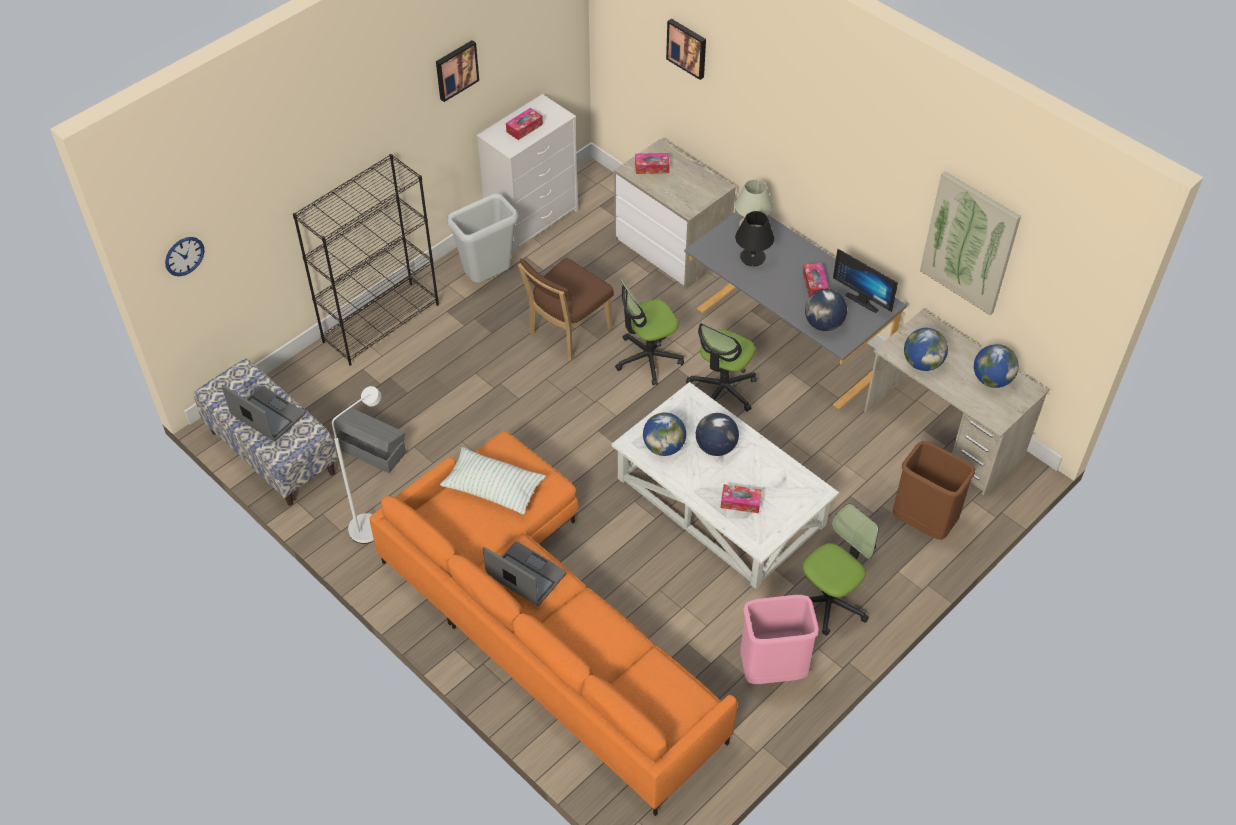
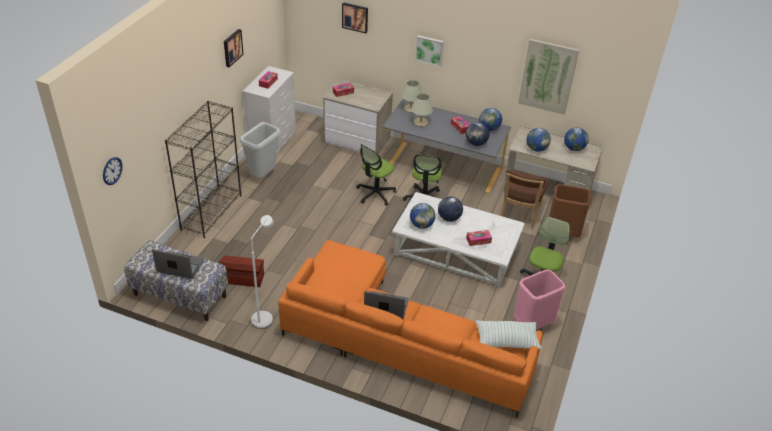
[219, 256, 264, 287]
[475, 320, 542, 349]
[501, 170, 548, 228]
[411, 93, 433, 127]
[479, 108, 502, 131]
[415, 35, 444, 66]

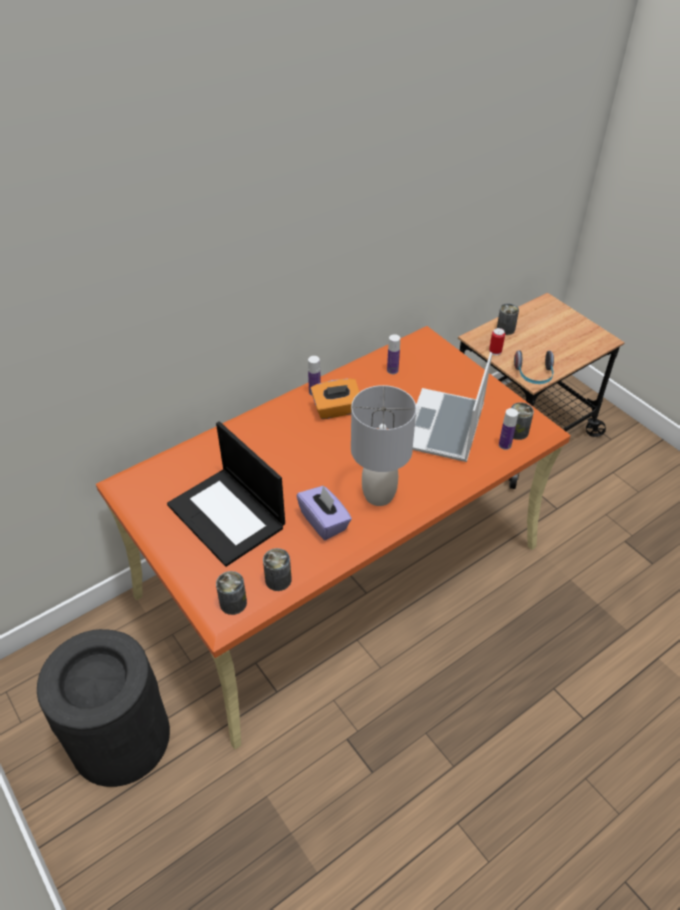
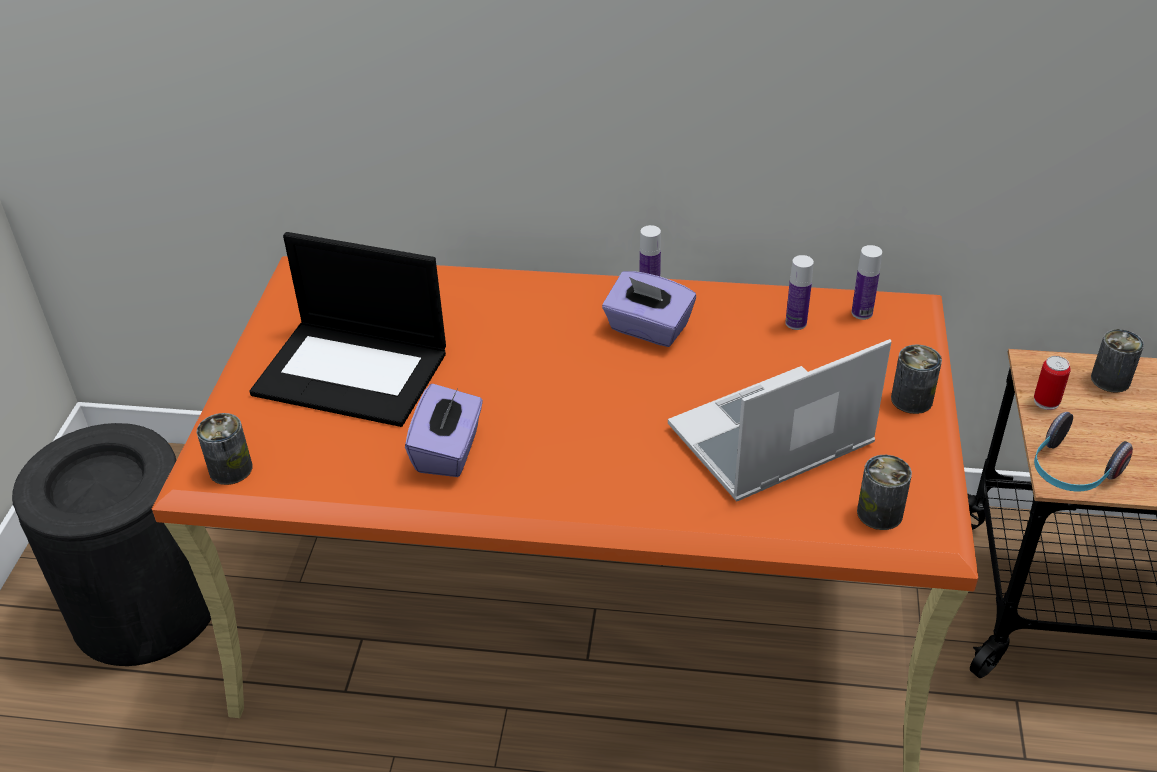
[249, 232, 446, 427]
[891, 345, 942, 414]
[602, 271, 696, 347]
[351, 385, 416, 506] (first image)
[851, 245, 882, 320]

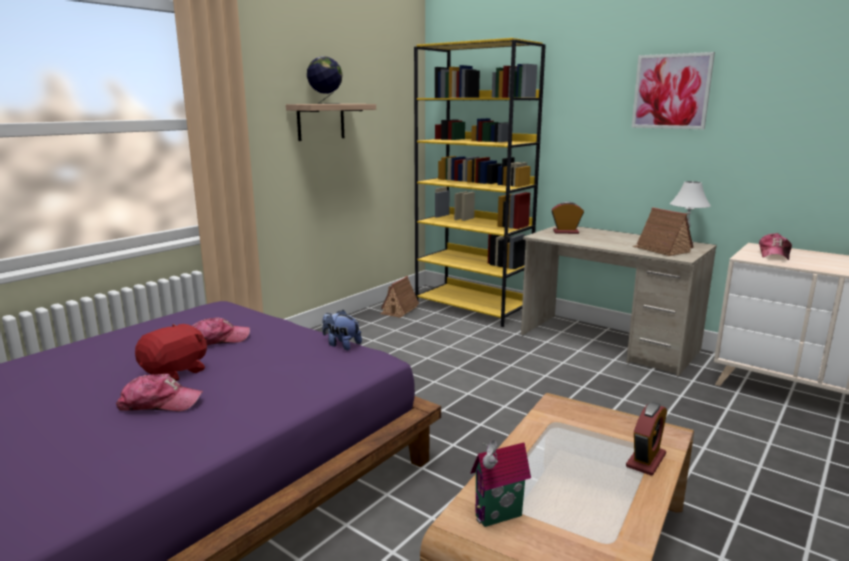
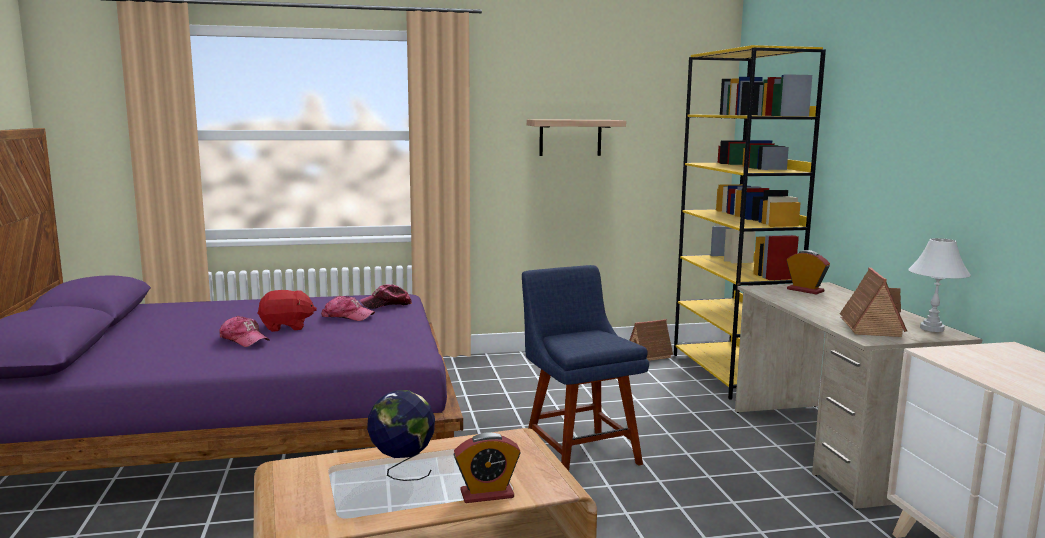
[367, 390, 435, 481]
[322, 310, 362, 350] (first image)
[470, 440, 531, 527] (first image)
[631, 52, 715, 130] (first image)
[359, 284, 412, 309]
[522, 265, 649, 471]

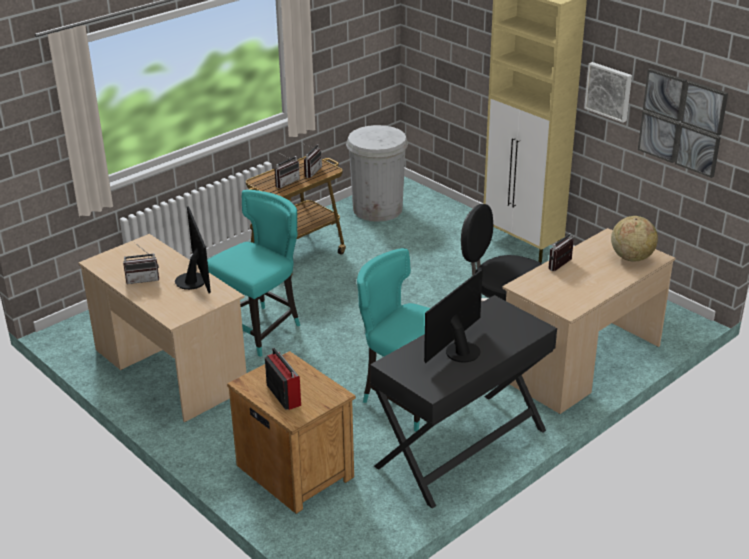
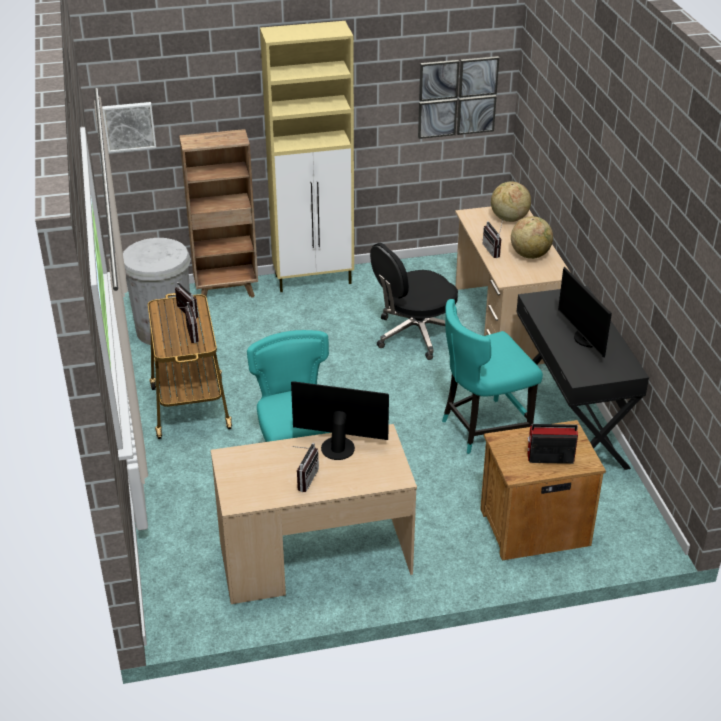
[102, 102, 156, 153]
[179, 129, 258, 298]
[511, 216, 553, 259]

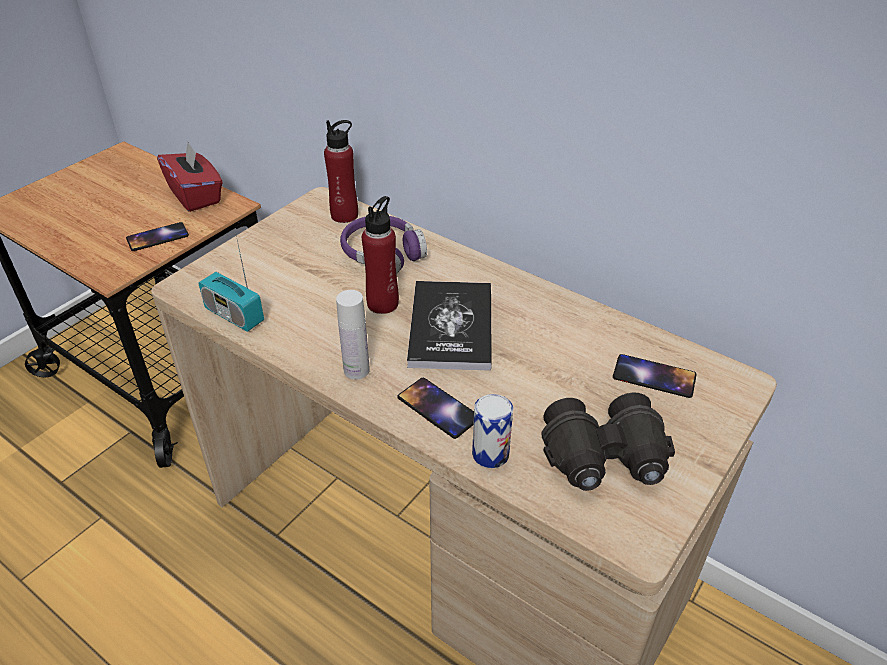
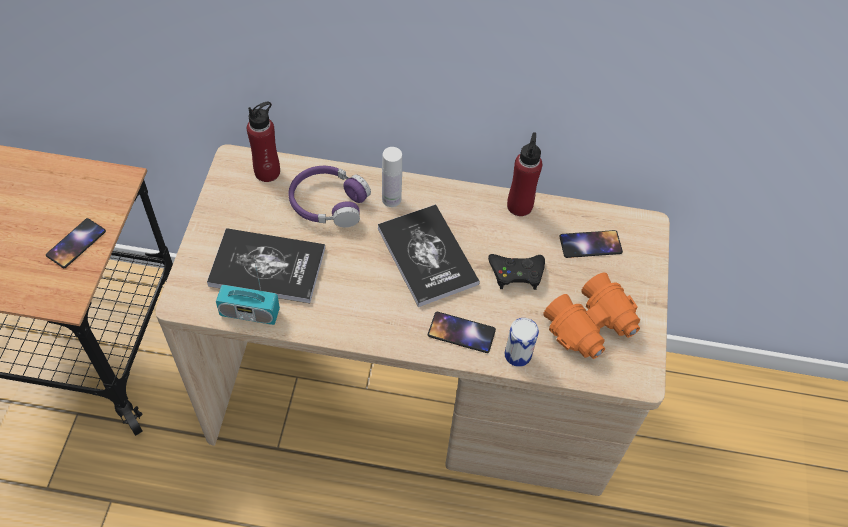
[157, 142, 223, 212] (first image)
[382, 147, 402, 207]
[507, 132, 543, 216]
[543, 273, 640, 359]
[207, 228, 325, 303]
[488, 254, 545, 290]

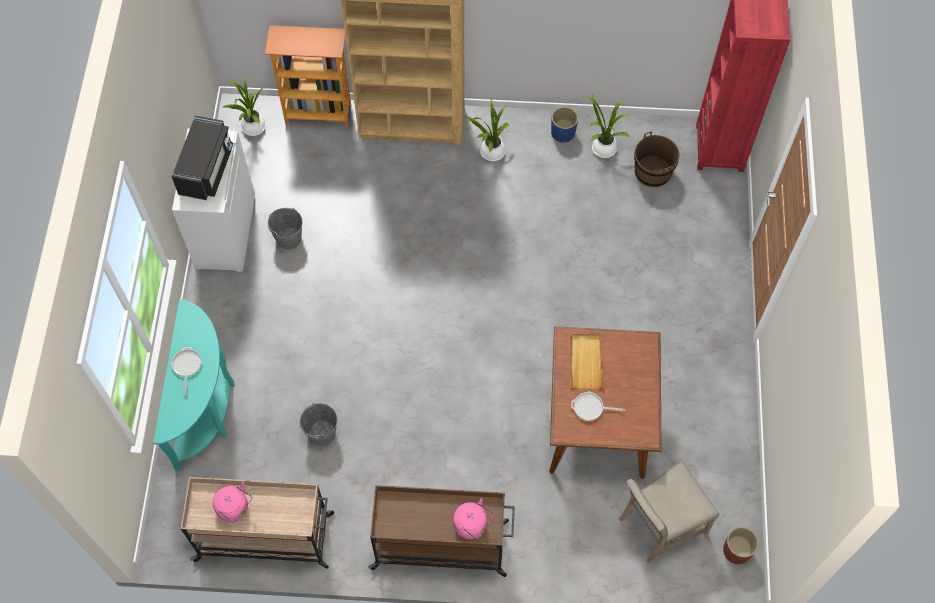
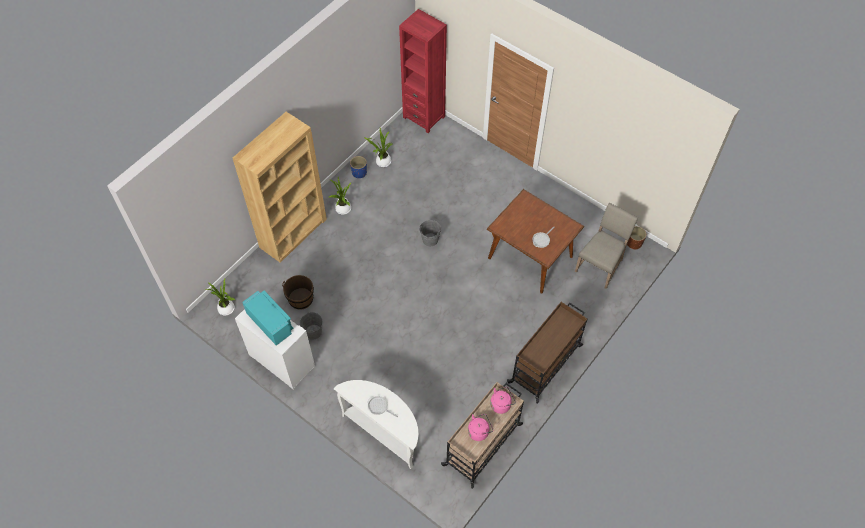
[334, 380, 419, 469]
[242, 291, 294, 346]
[265, 25, 351, 128] (first image)
[420, 220, 441, 246]
[490, 387, 516, 414]
[570, 334, 604, 389] (first image)
[575, 203, 638, 289]
[282, 275, 314, 310]

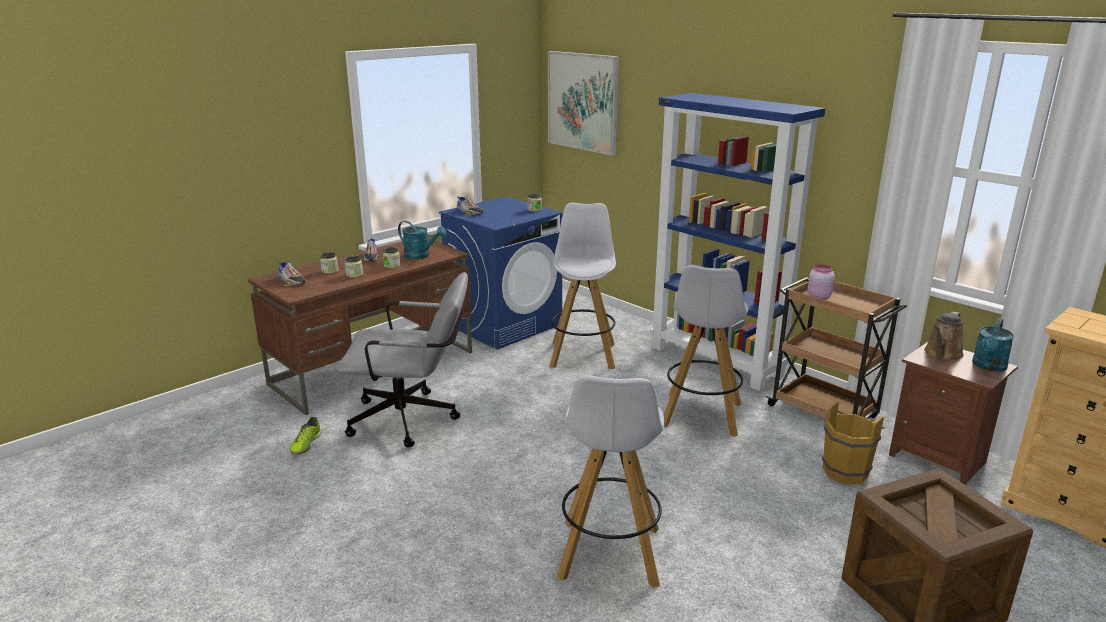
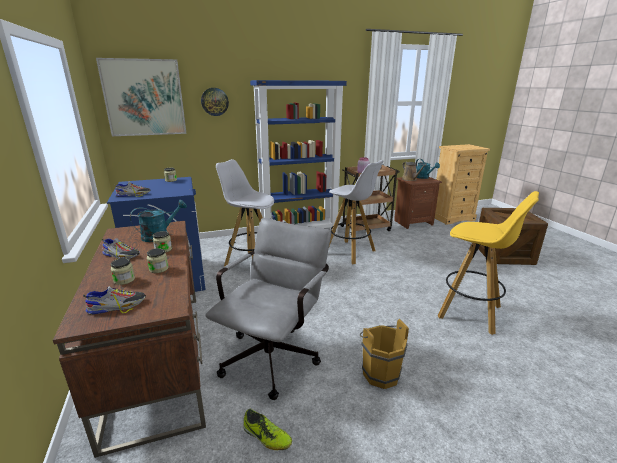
[438, 191, 539, 335]
[360, 319, 409, 389]
[201, 88, 229, 116]

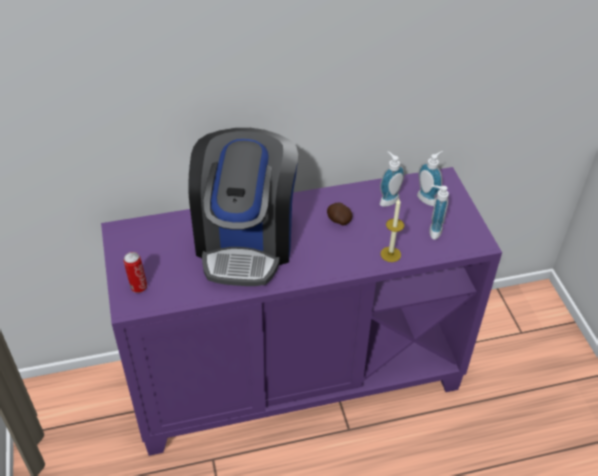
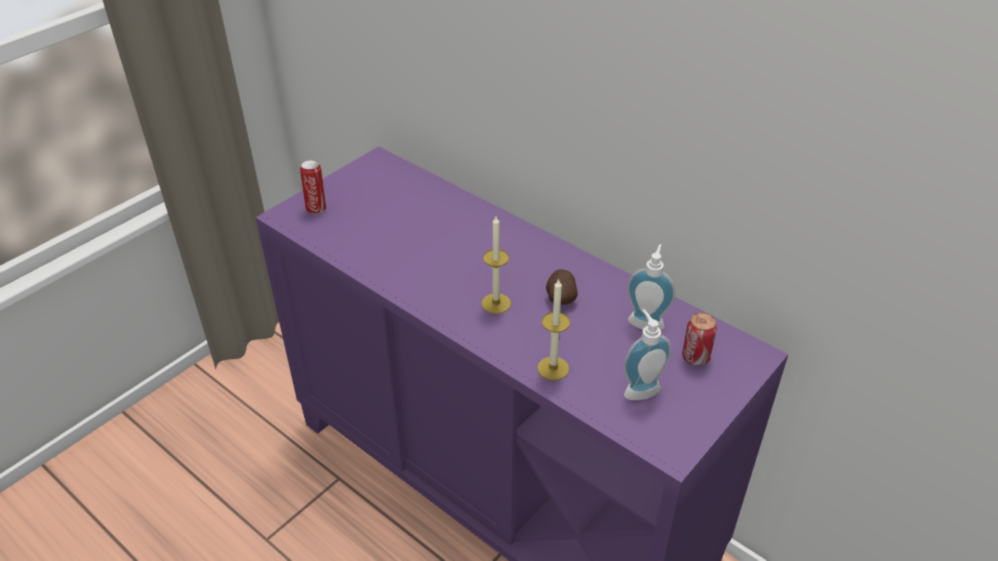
[188, 128, 298, 286] (first image)
[682, 312, 717, 366]
[481, 216, 511, 314]

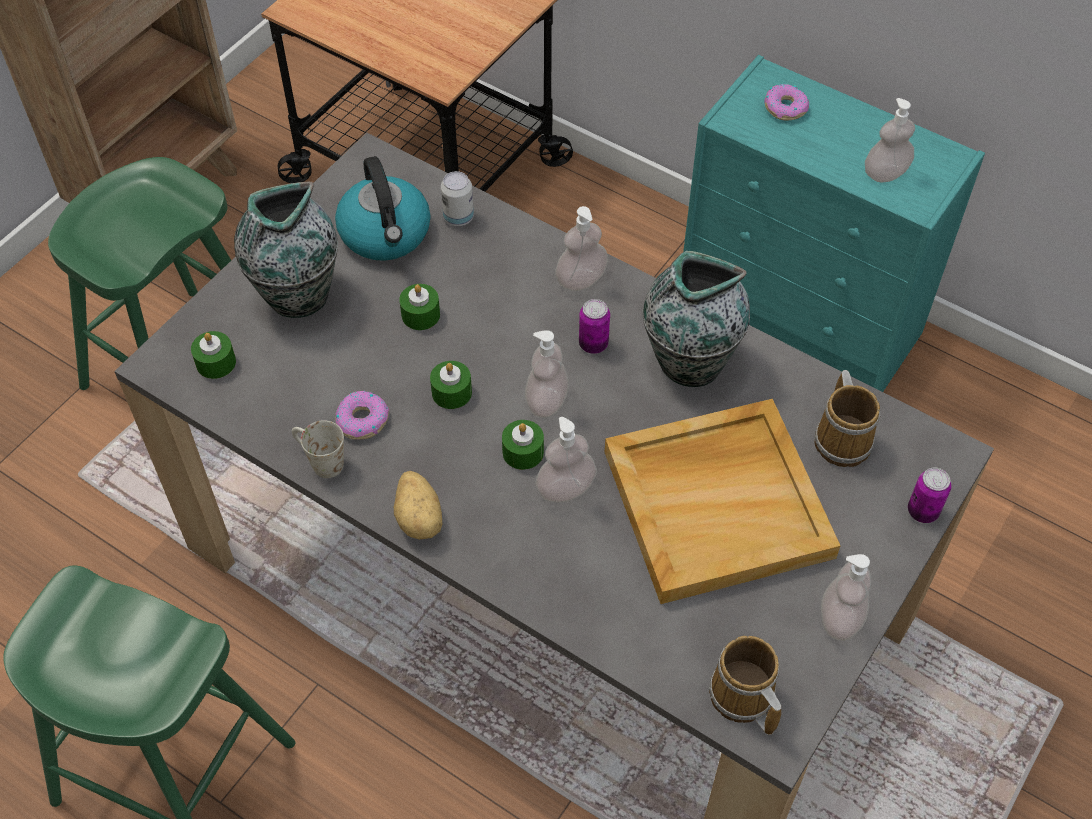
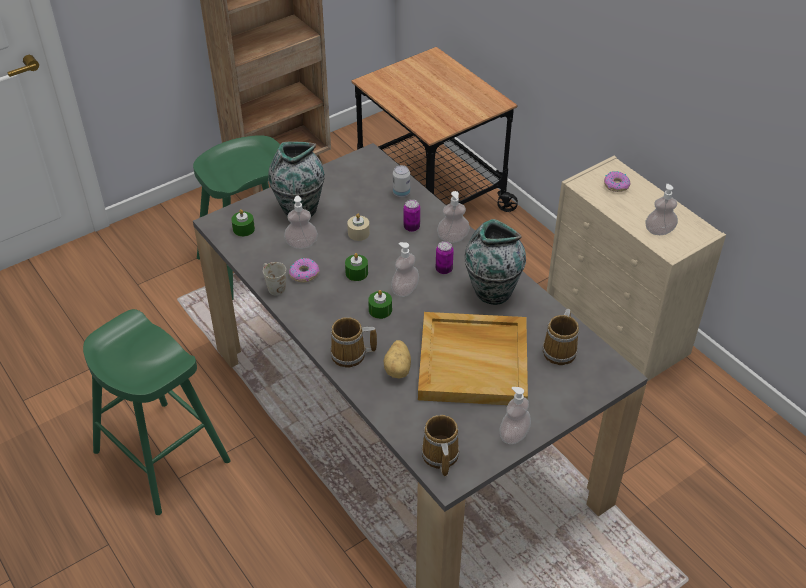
[335, 156, 431, 261] (first image)
[384, 340, 411, 379]
[347, 214, 370, 241]
[284, 195, 318, 249]
[547, 156, 726, 381]
[404, 199, 420, 232]
[331, 317, 377, 367]

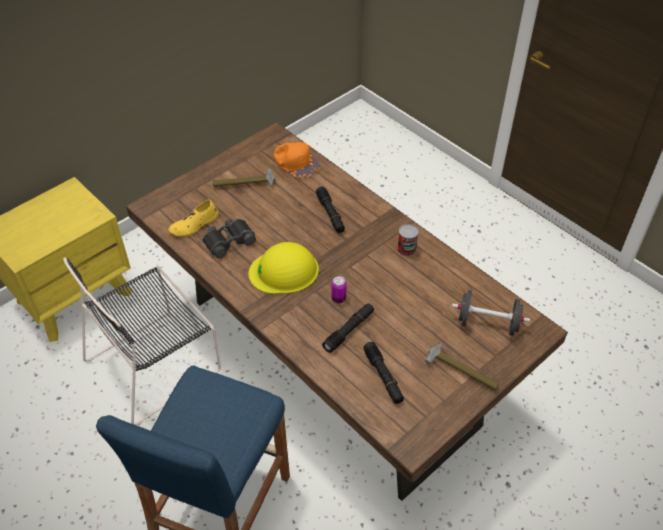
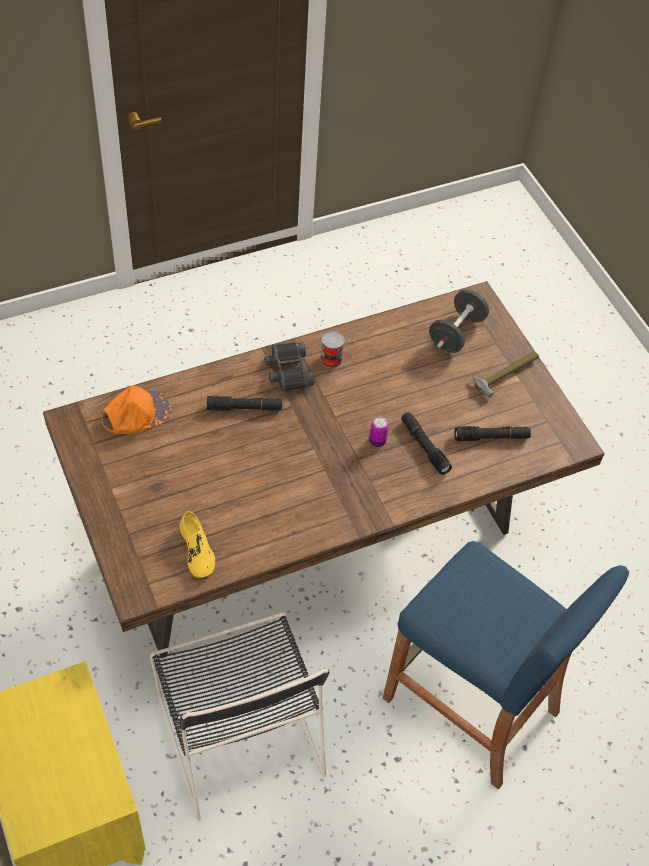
[265, 342, 314, 392]
[213, 169, 275, 187] (first image)
[249, 242, 319, 294] (first image)

